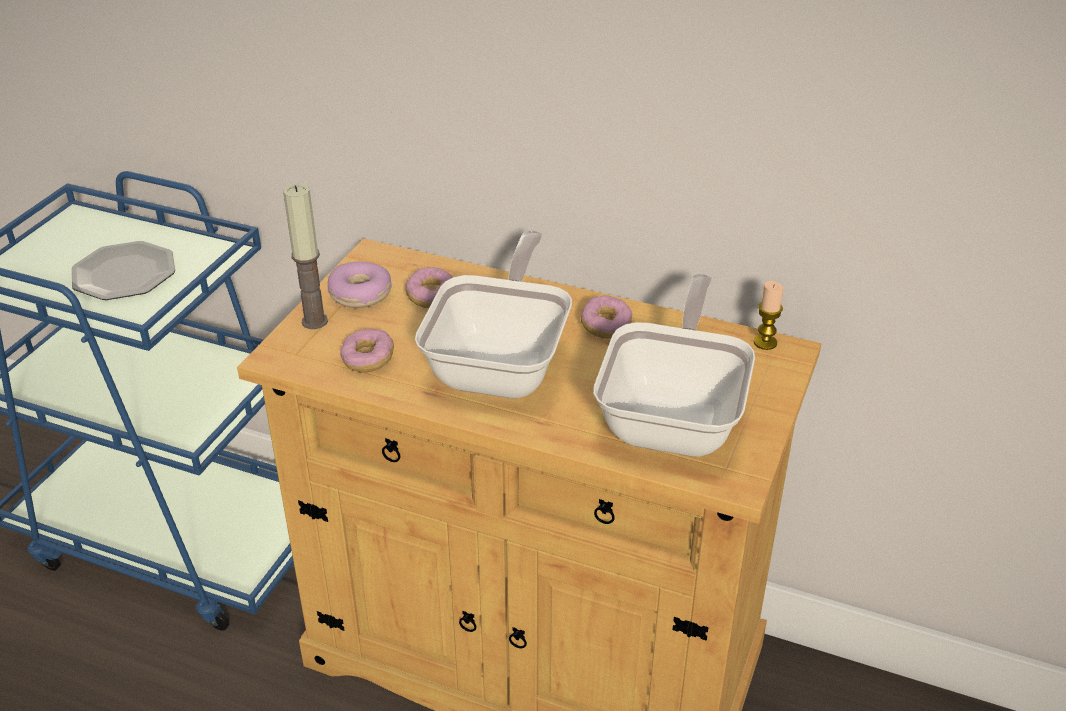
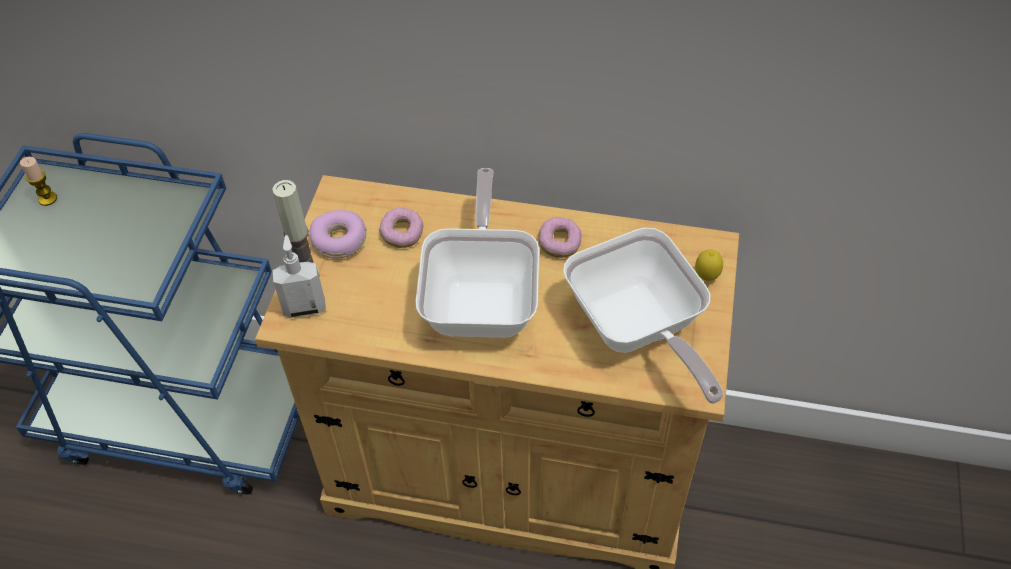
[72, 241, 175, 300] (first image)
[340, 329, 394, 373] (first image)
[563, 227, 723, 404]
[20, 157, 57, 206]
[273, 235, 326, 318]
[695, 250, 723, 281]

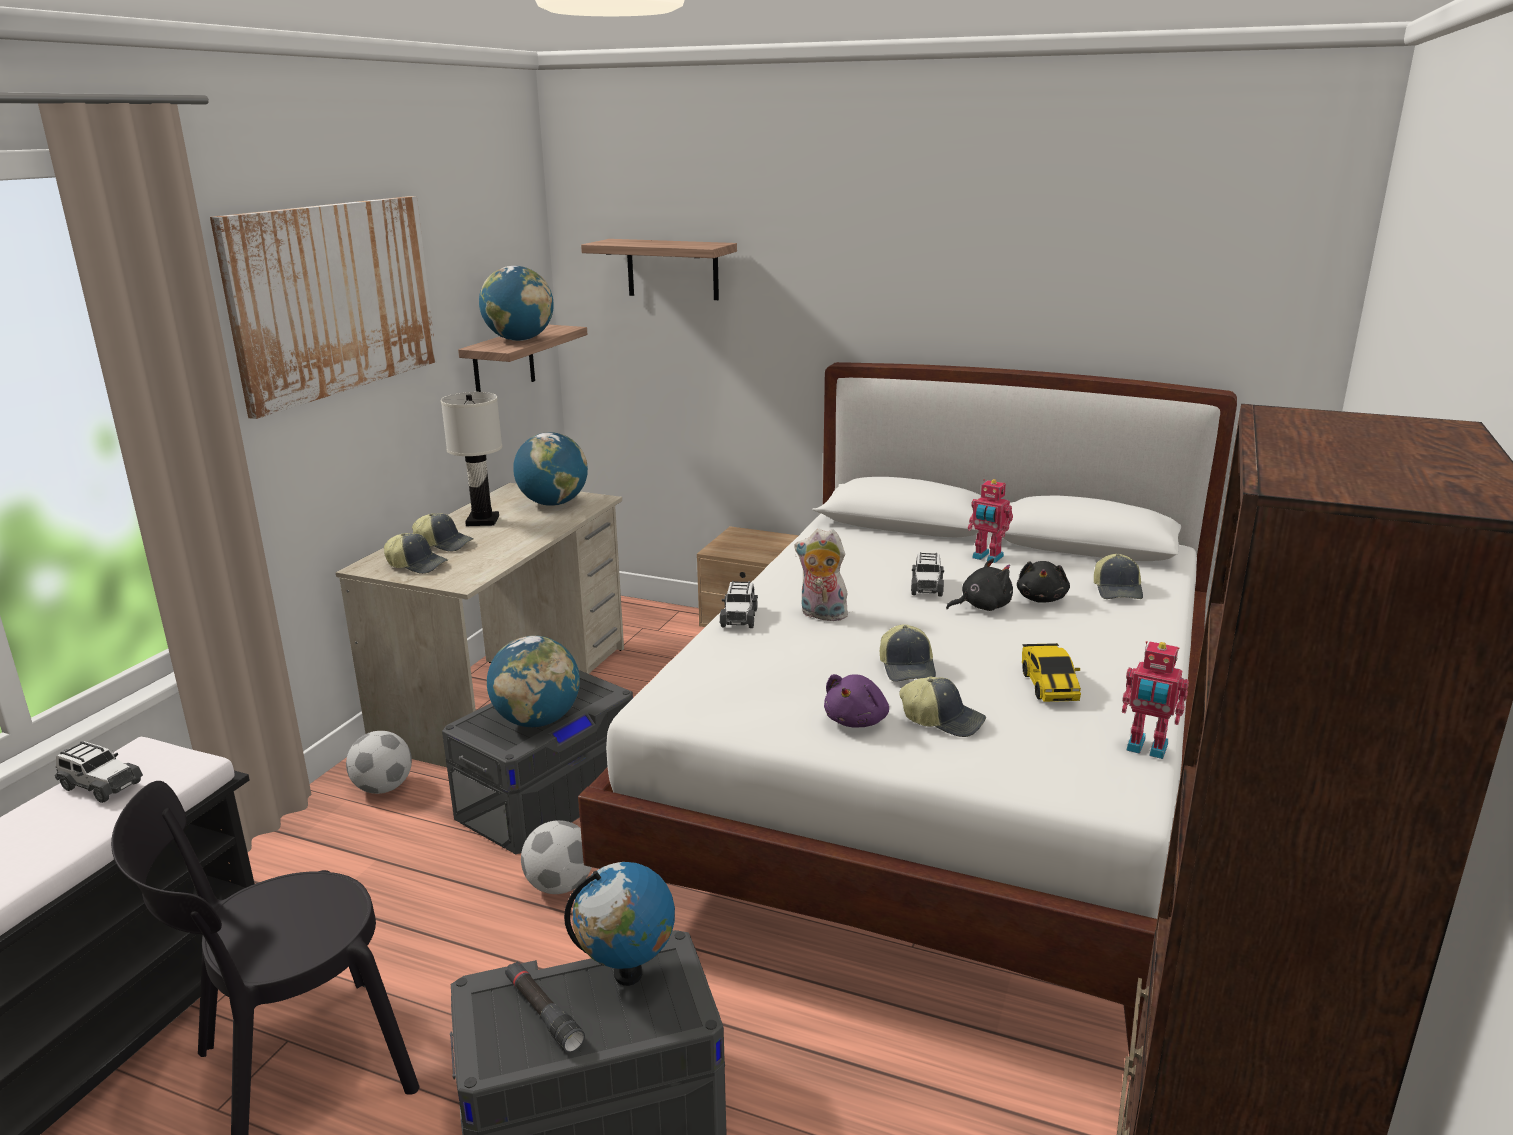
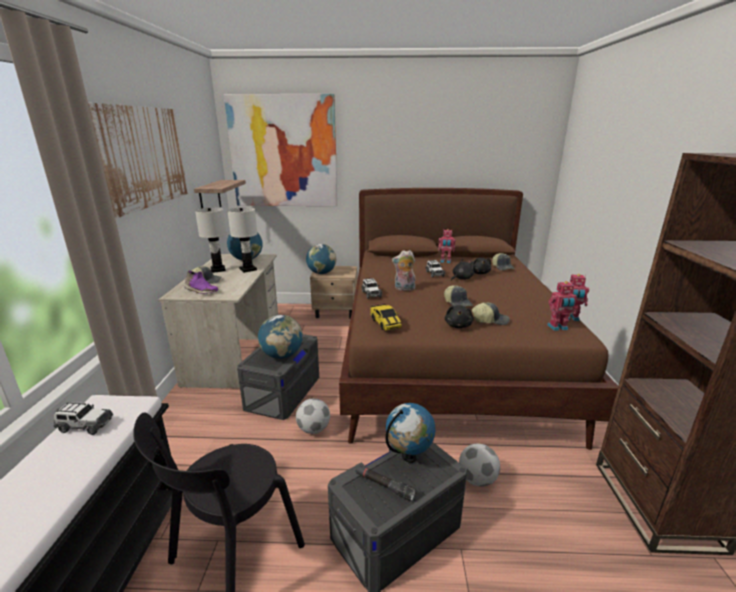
[459, 443, 500, 487]
[184, 270, 218, 294]
[306, 244, 336, 274]
[339, 188, 618, 450]
[224, 94, 338, 206]
[445, 305, 474, 328]
[370, 304, 402, 331]
[227, 207, 258, 273]
[547, 281, 577, 331]

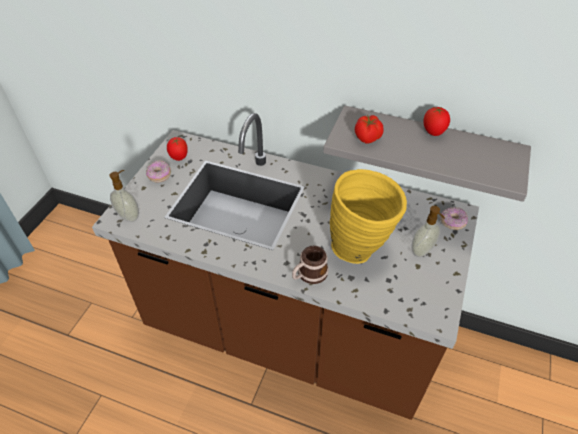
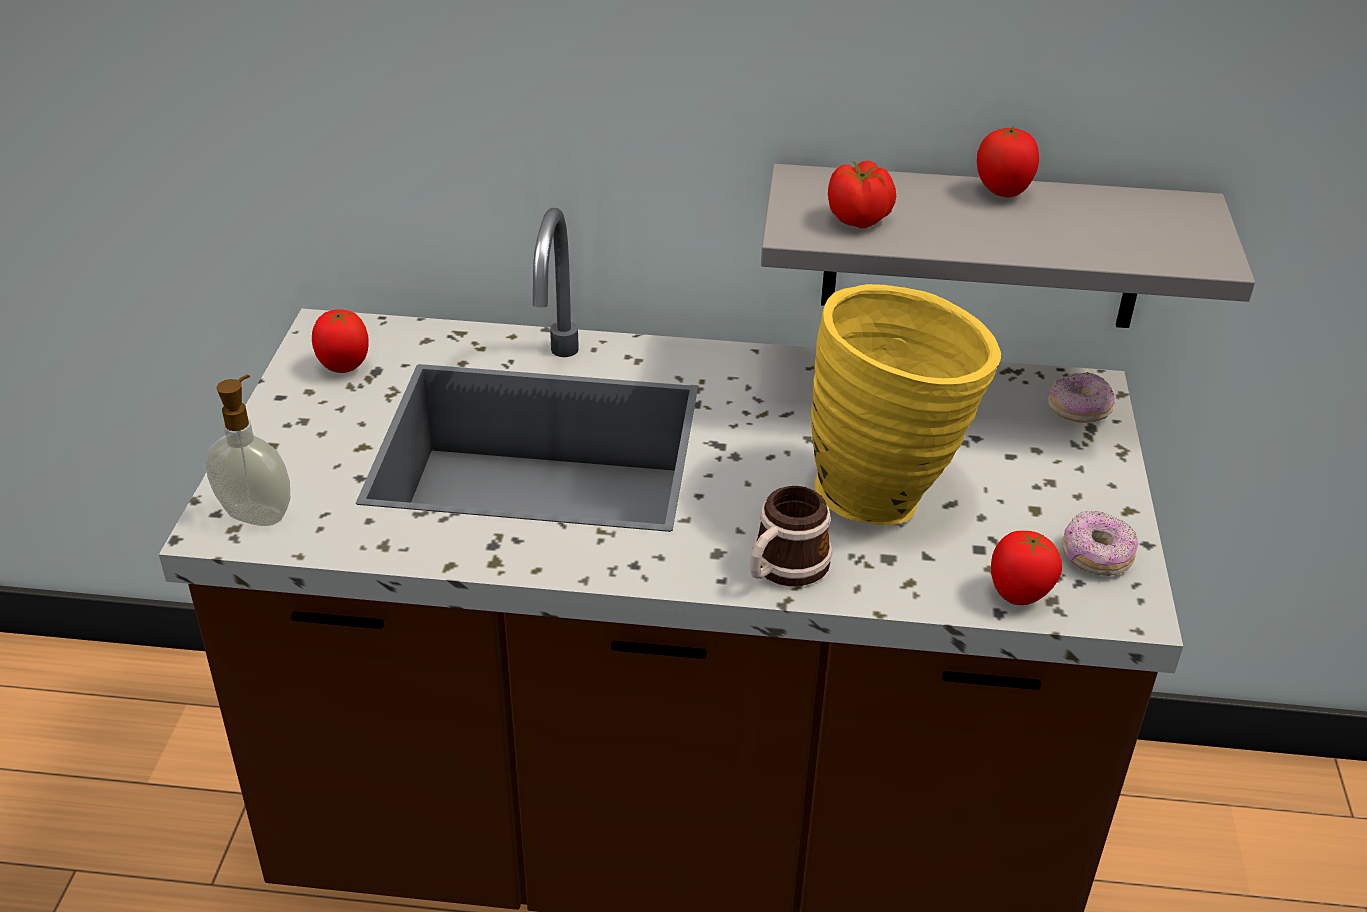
[1062, 510, 1138, 576]
[411, 206, 445, 257] (first image)
[991, 531, 1062, 605]

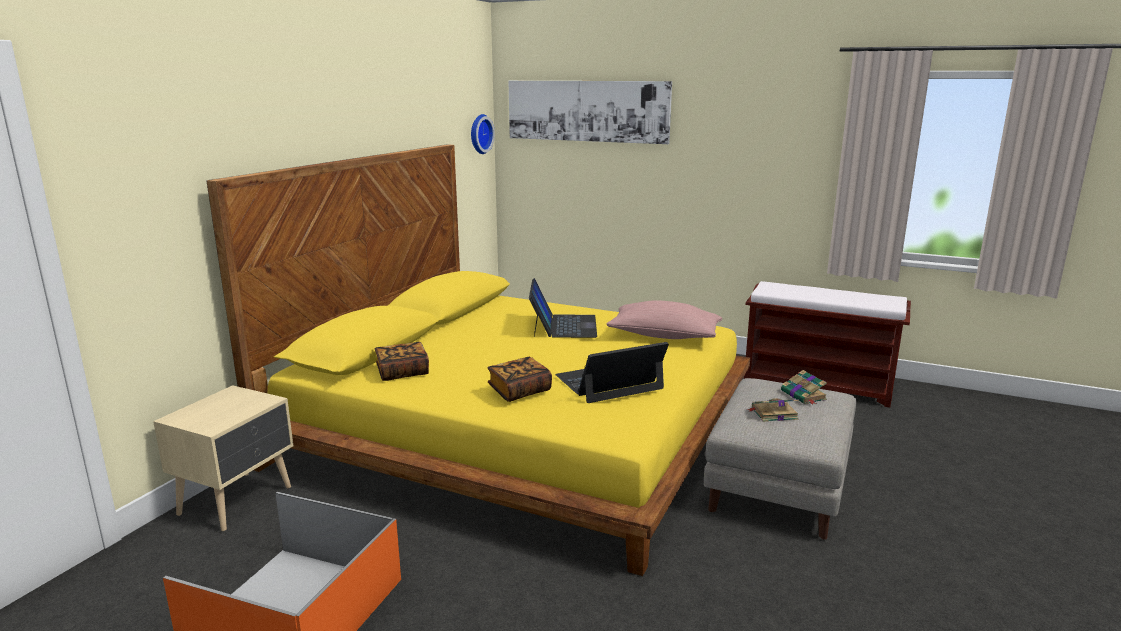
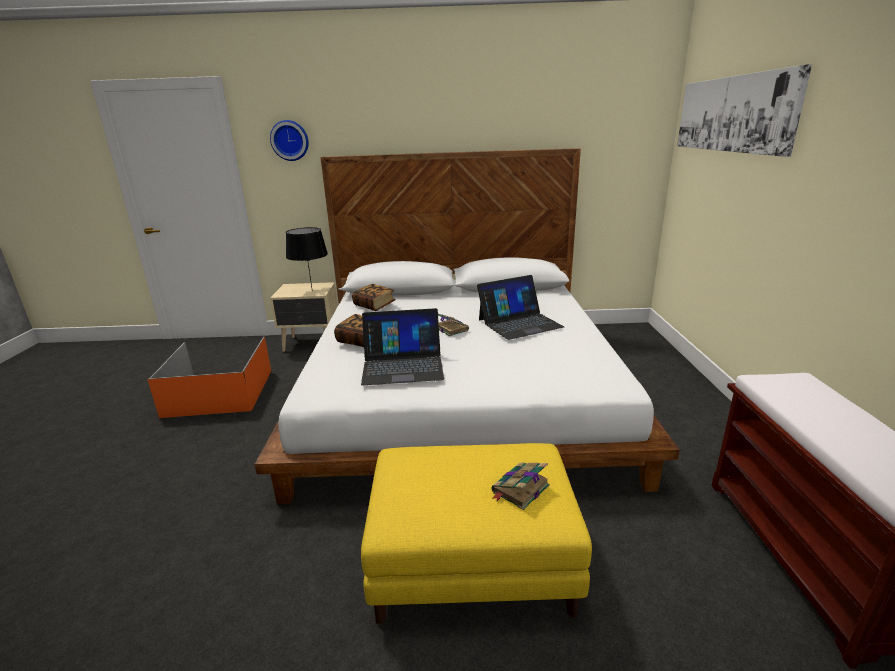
[255, 148, 680, 505]
[270, 120, 309, 161]
[361, 308, 444, 385]
[607, 300, 722, 339] (first image)
[361, 443, 592, 624]
[438, 314, 469, 336]
[286, 227, 328, 291]

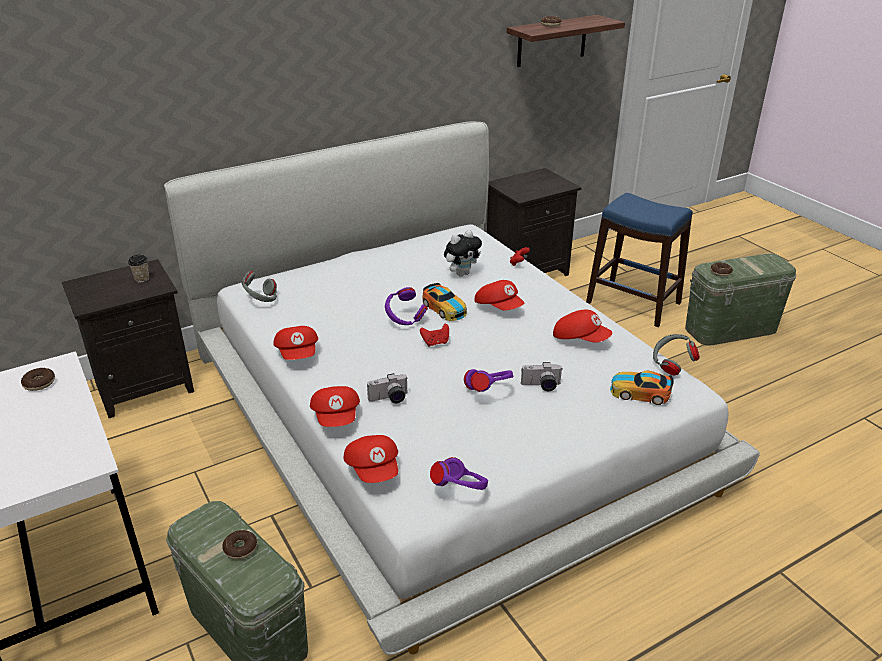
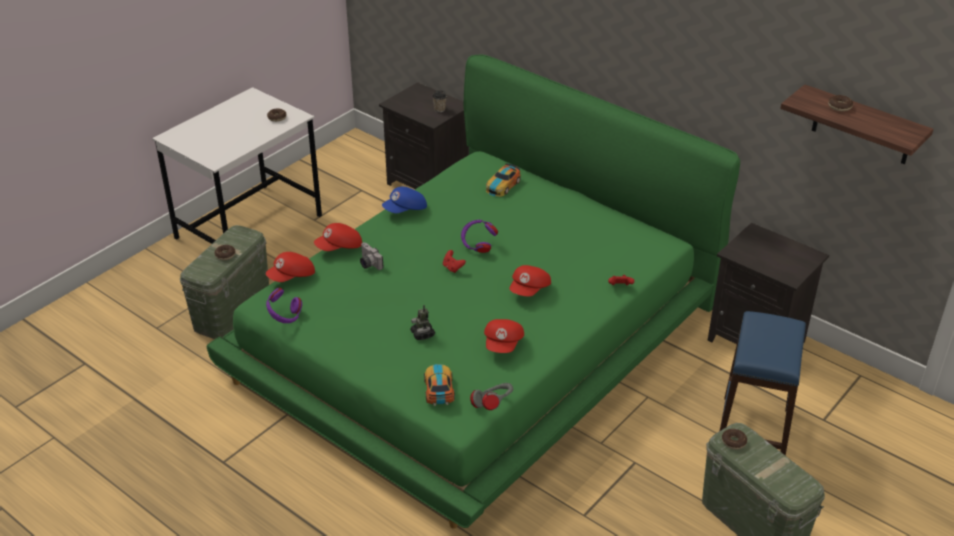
[206, 55, 740, 529]
[241, 271, 277, 302] (first image)
[382, 187, 427, 213]
[486, 163, 521, 197]
[444, 230, 482, 277] (first image)
[464, 369, 513, 392] (first image)
[410, 305, 435, 340]

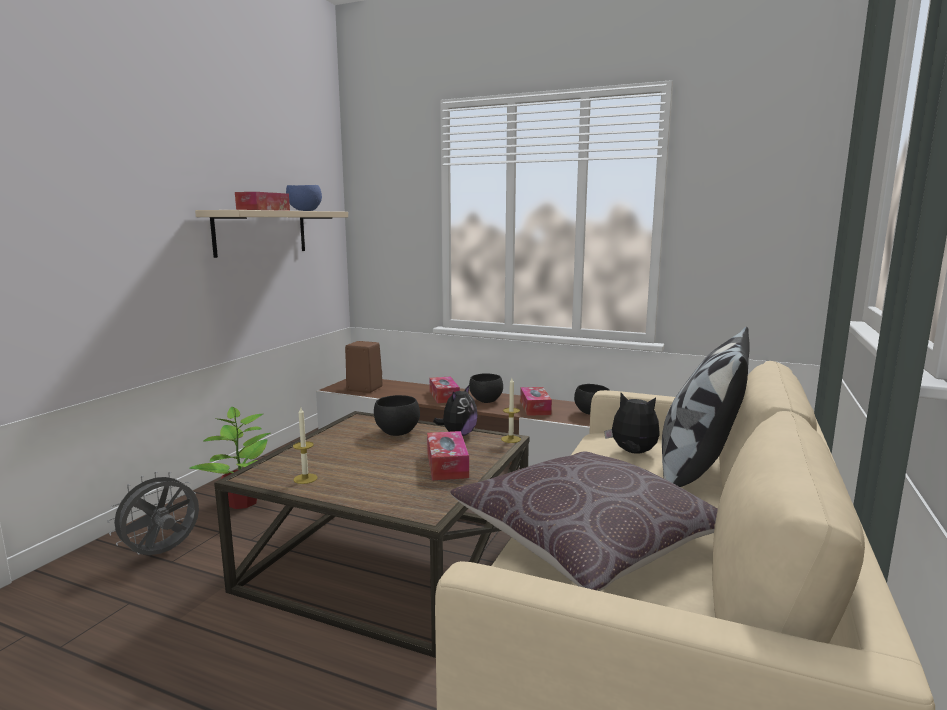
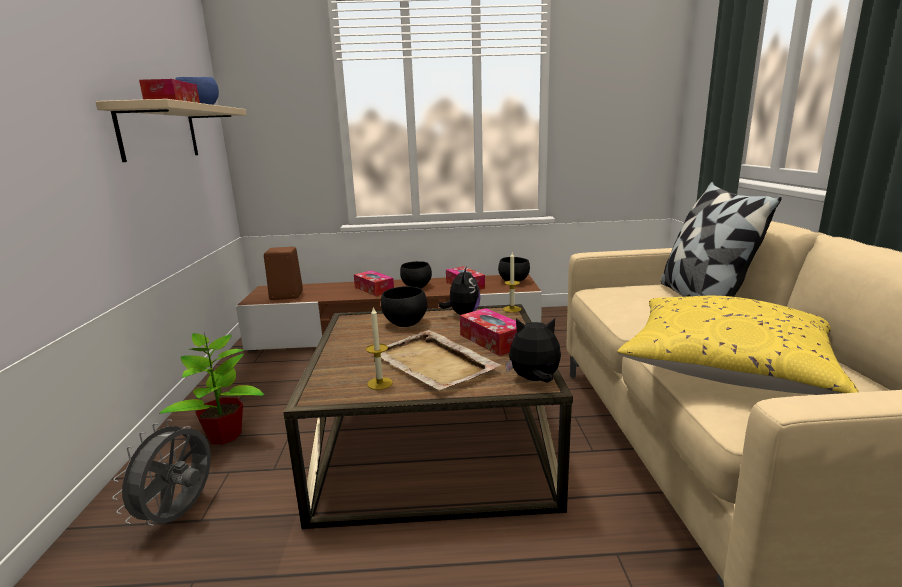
[617, 296, 859, 395]
[505, 318, 561, 383]
[381, 330, 501, 391]

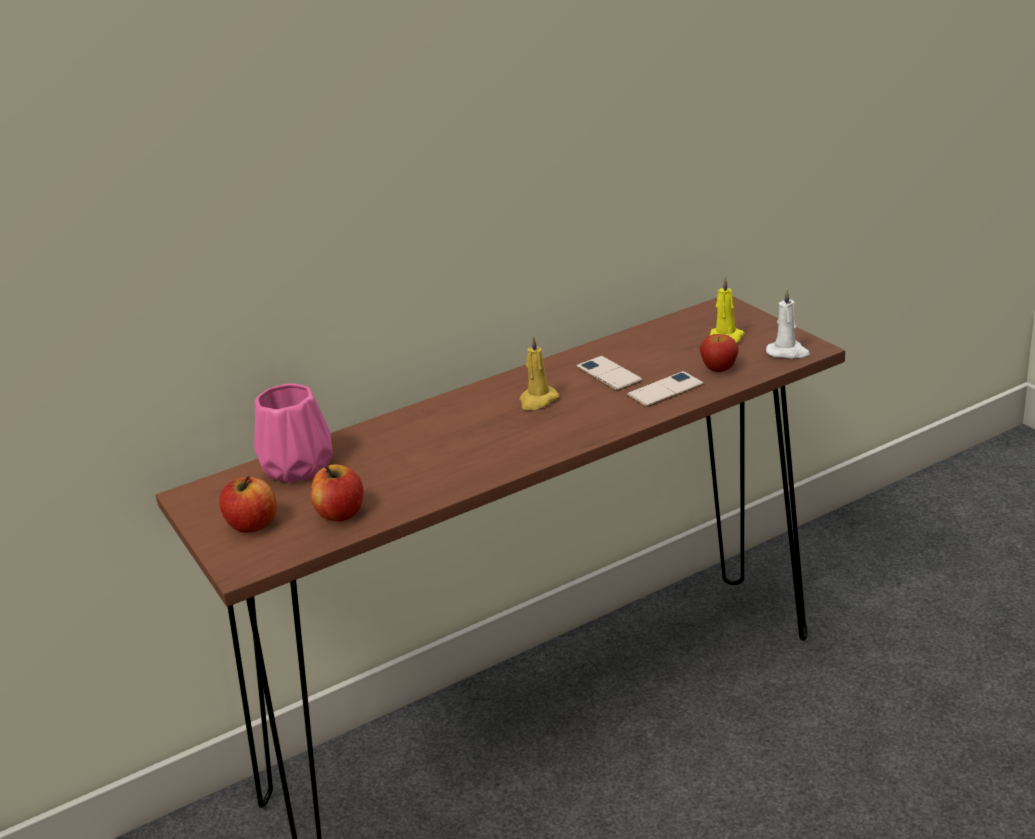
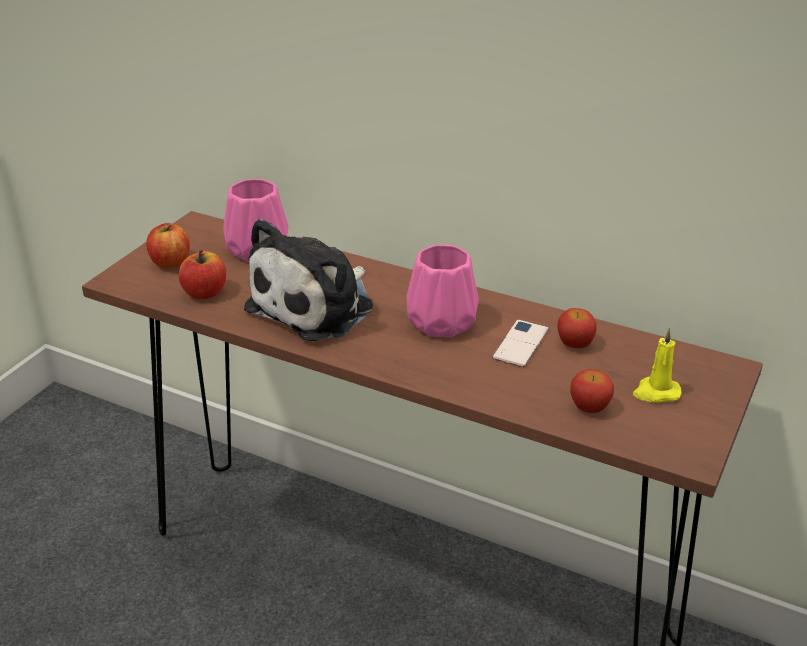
[406, 245, 479, 338]
[627, 371, 704, 407] (first image)
[766, 289, 810, 359] (first image)
[244, 218, 373, 341]
[558, 308, 597, 349]

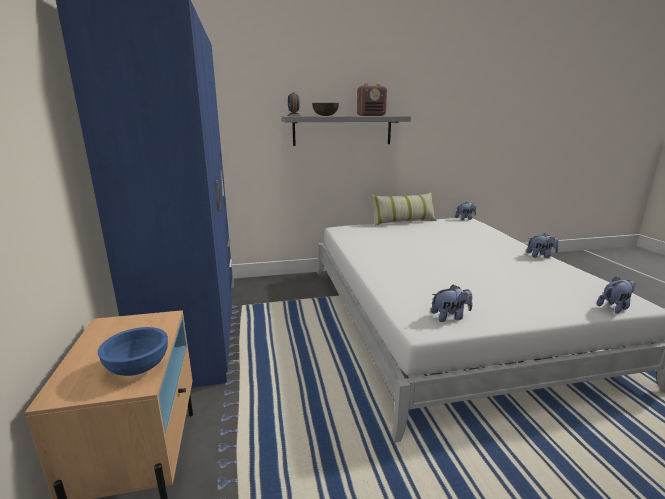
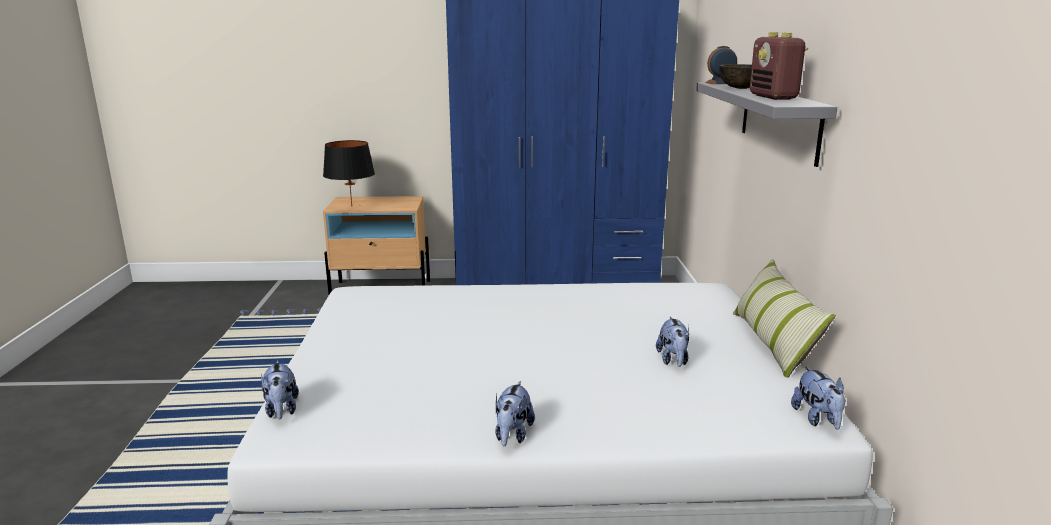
[323, 140, 375, 207]
[656, 317, 689, 367]

